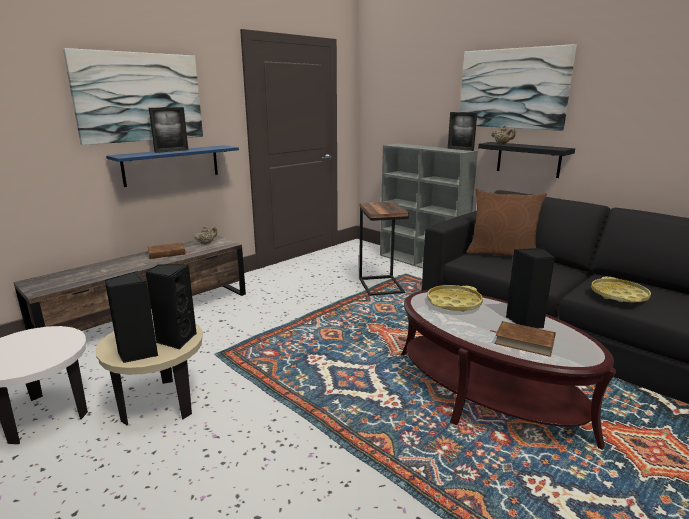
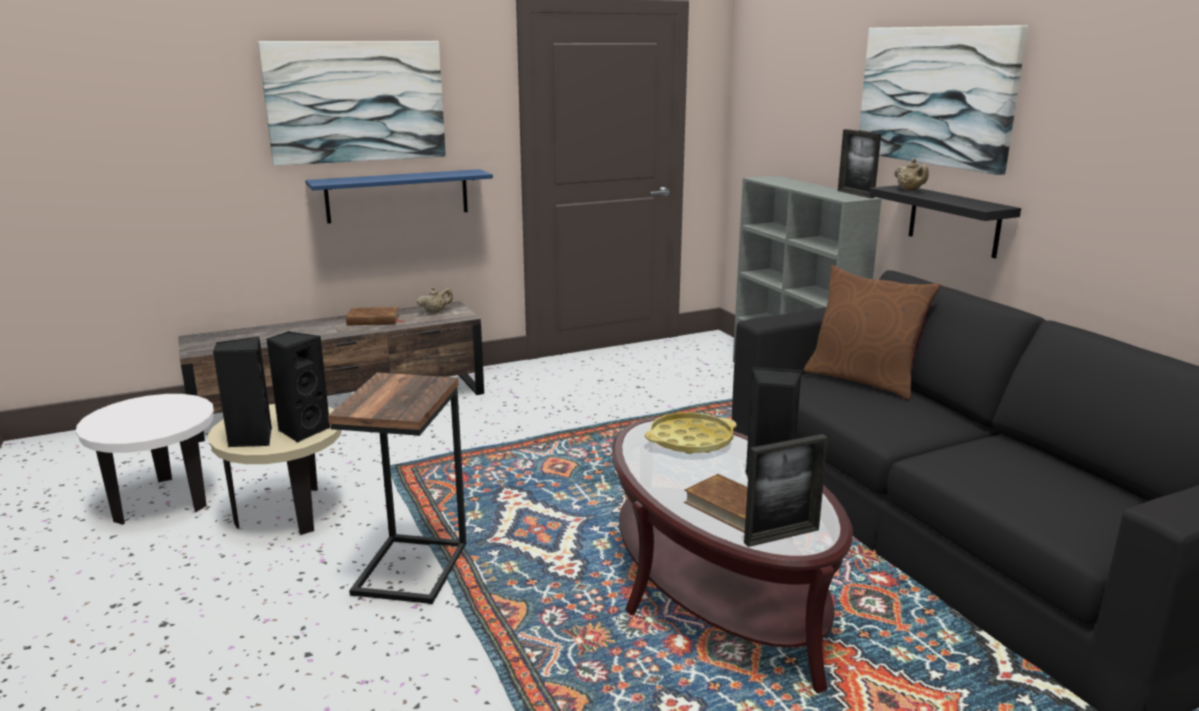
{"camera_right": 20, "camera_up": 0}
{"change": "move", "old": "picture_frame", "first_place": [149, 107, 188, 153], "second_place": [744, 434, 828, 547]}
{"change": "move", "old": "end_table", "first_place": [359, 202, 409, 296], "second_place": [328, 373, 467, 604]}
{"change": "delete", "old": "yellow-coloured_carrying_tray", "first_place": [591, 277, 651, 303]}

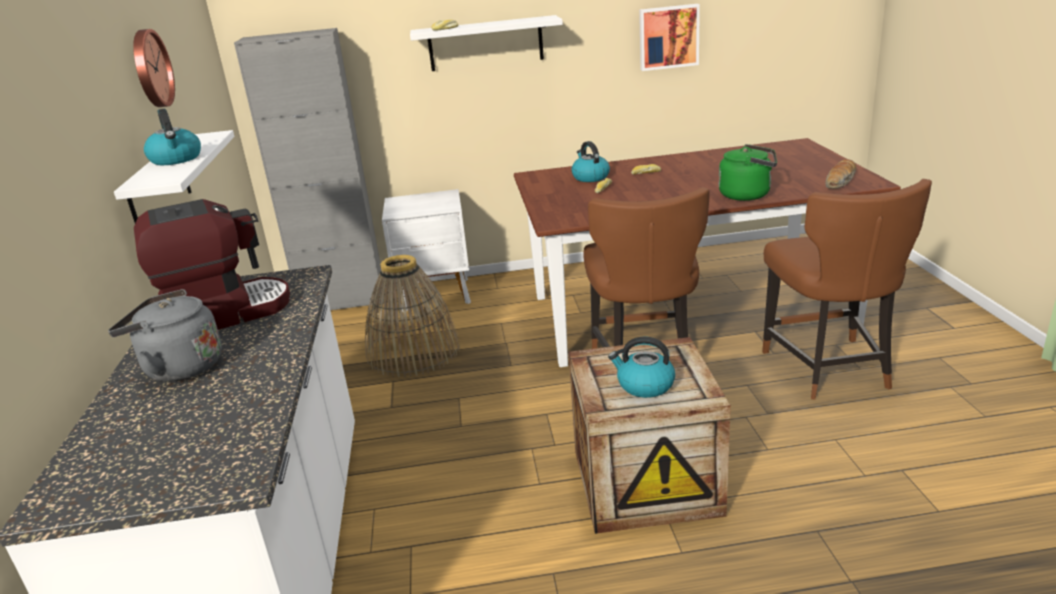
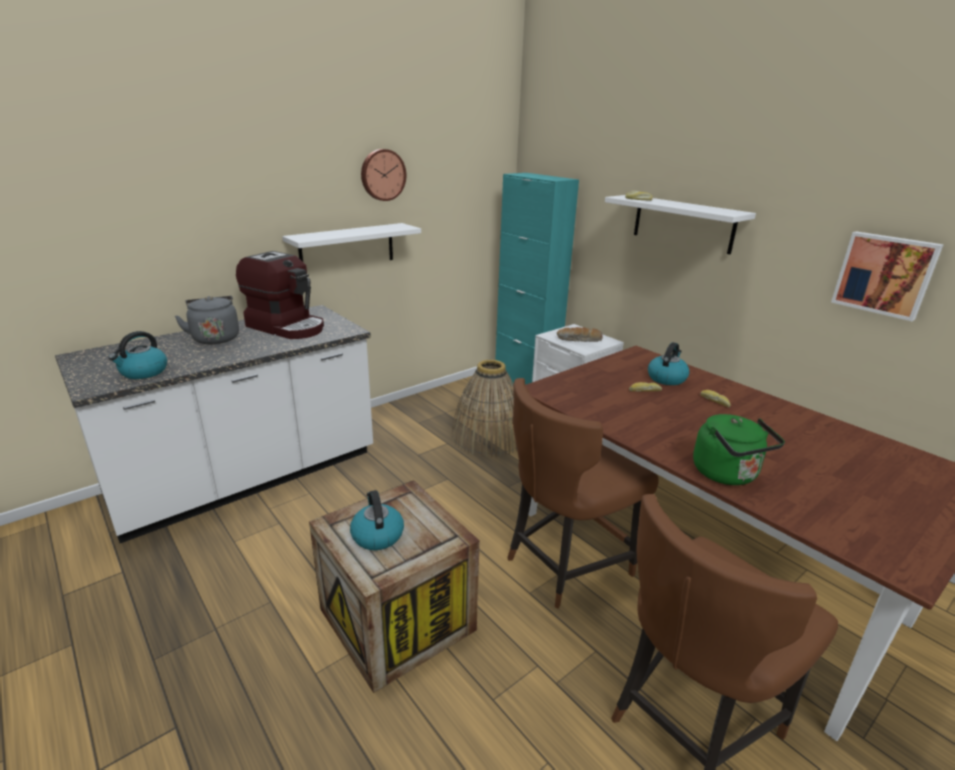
{"camera_right": 55, "camera_up": 0}
{"change": "move", "old": "tea_kettle", "first_place": [144, 109, 201, 165], "second_place": [109, 331, 167, 379]}
{"change": "recolor", "old": "greyish_cabinet", "new": "blue-green_cabinet", "first_place": [234, 28, 385, 310], "second_place": [495, 173, 579, 385]}
{"change": "move", "old": "bakery_bread", "first_place": [825, 159, 856, 189], "second_place": [557, 327, 603, 342]}

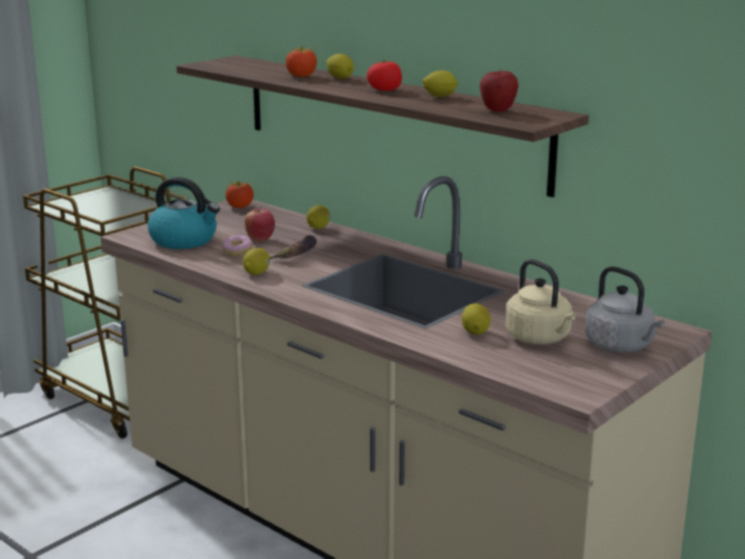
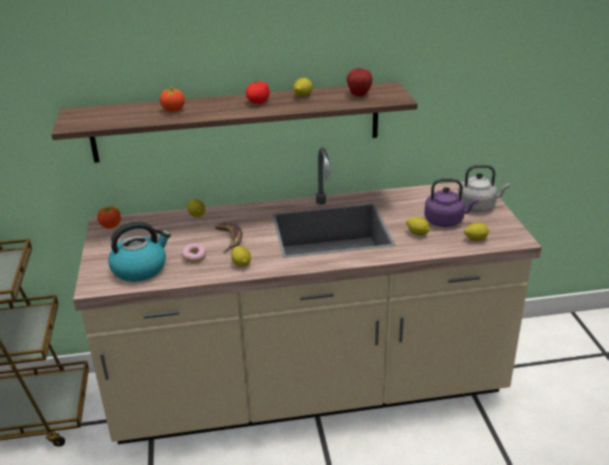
{"camera_right": -50, "camera_up": 10}
{"change": "delete", "old": "whole_apple", "first_place": [245, 209, 275, 242]}
{"change": "move", "old": "citrus_fruit", "first_place": [326, 54, 354, 79], "second_place": [464, 222, 489, 241]}
{"change": "recolor", "old": "sand-coloured_tea_kettle", "new": "purple-coloured_tea_kettle", "first_place": [506, 259, 576, 344], "second_place": [424, 178, 478, 227]}

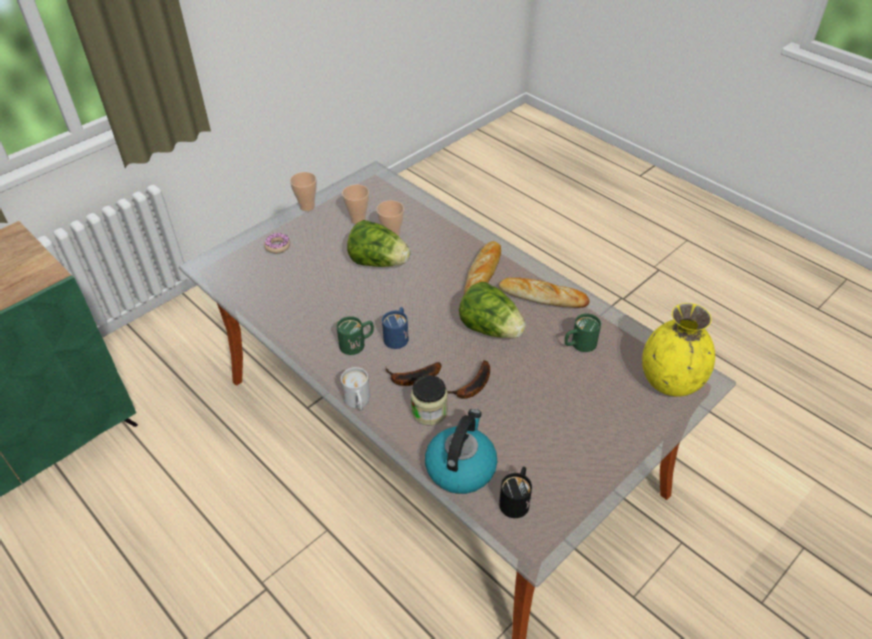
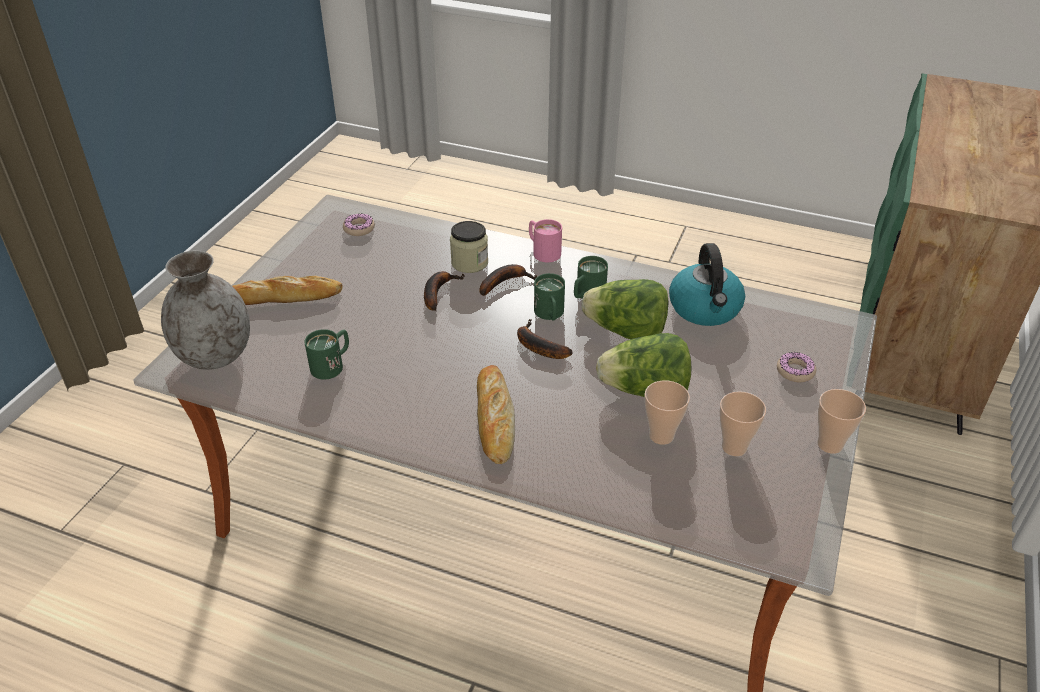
{"camera_right": 155, "camera_up": -5}
{"change": "recolor", "old": "white-coloured_mug", "new": "pinkish_mug", "first_place": [341, 367, 370, 411], "second_place": [529, 219, 562, 262]}
{"change": "recolor", "old": "blue_mug", "new": "green_mug", "first_place": [382, 307, 408, 349], "second_place": [534, 273, 565, 321]}
{"change": "move", "old": "tea_kettle", "first_place": [425, 409, 497, 494], "second_place": [669, 243, 745, 326]}
{"change": "move", "old": "lettuce", "first_place": [459, 282, 526, 339], "second_place": [582, 279, 669, 339]}
{"change": "move", "old": "bakery_bread", "first_place": [499, 278, 590, 308], "second_place": [233, 276, 343, 305]}
{"change": "replace", "old": "black-coloured_mug", "new": "doughnut", "first_place": [499, 467, 532, 518], "second_place": [343, 213, 375, 236]}
{"change": "recolor", "old": "yellow-coloured_flower_vase", "new": "greyish_flower_vase", "first_place": [642, 303, 715, 397], "second_place": [161, 251, 250, 370]}
{"change": "insert", "new": "whole_banana", "second_place": [517, 319, 573, 359]}

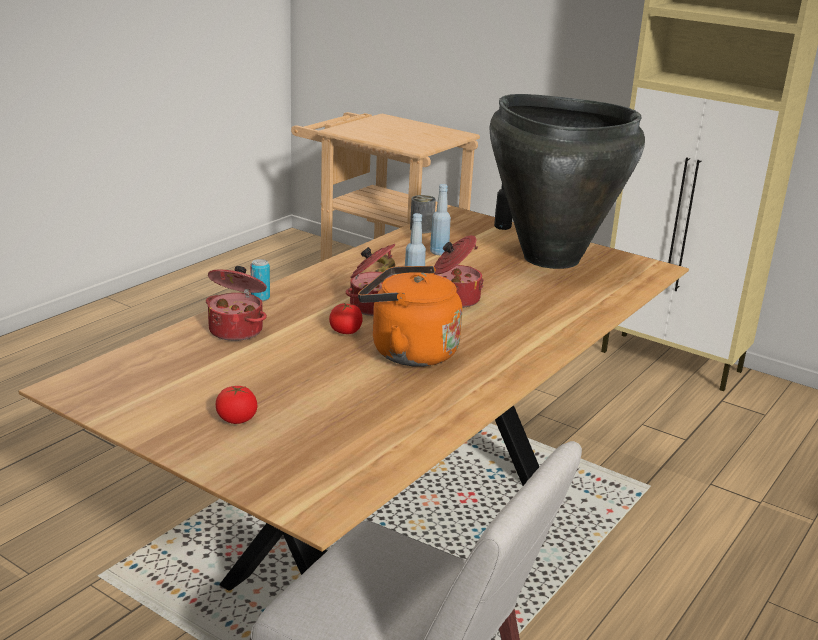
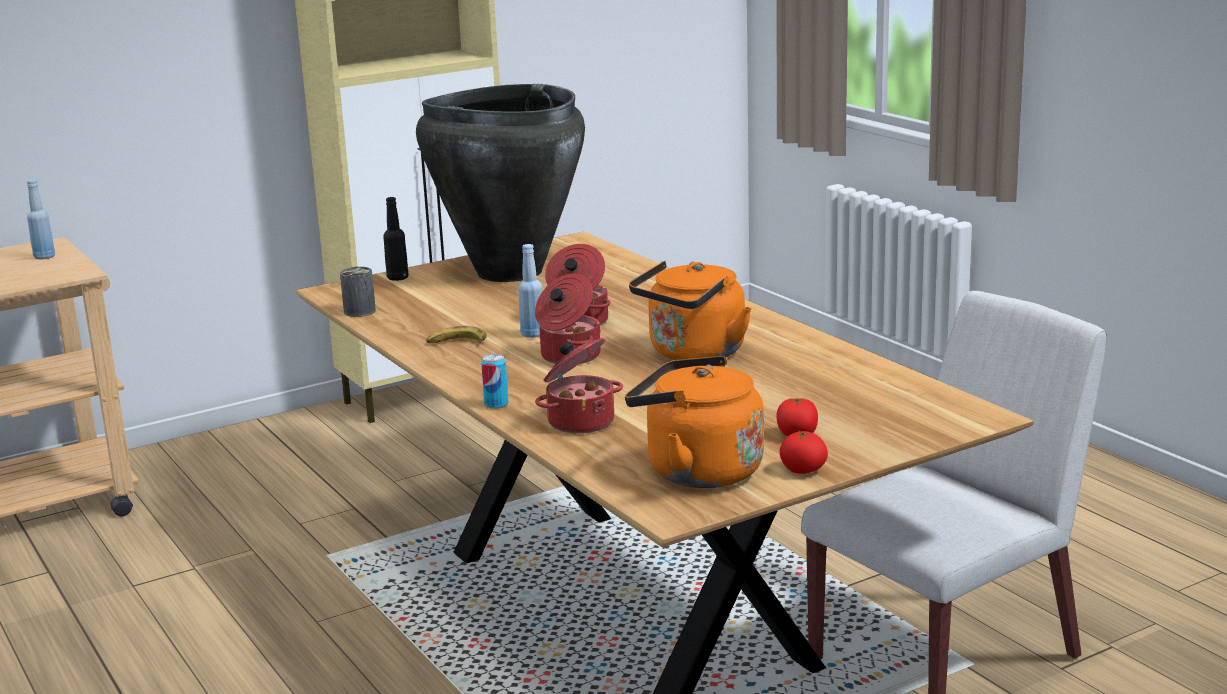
{"camera_right": -65, "camera_up": -5}
{"change": "move", "old": "fresh_tomato", "first_place": [329, 303, 363, 334], "second_place": [779, 430, 828, 474]}
{"change": "move", "old": "blue_beverage_bottle", "first_place": [430, 184, 451, 255], "second_place": [27, 179, 55, 259]}
{"change": "insert", "new": "orangey_tea_kettle", "second_place": [625, 356, 764, 488]}

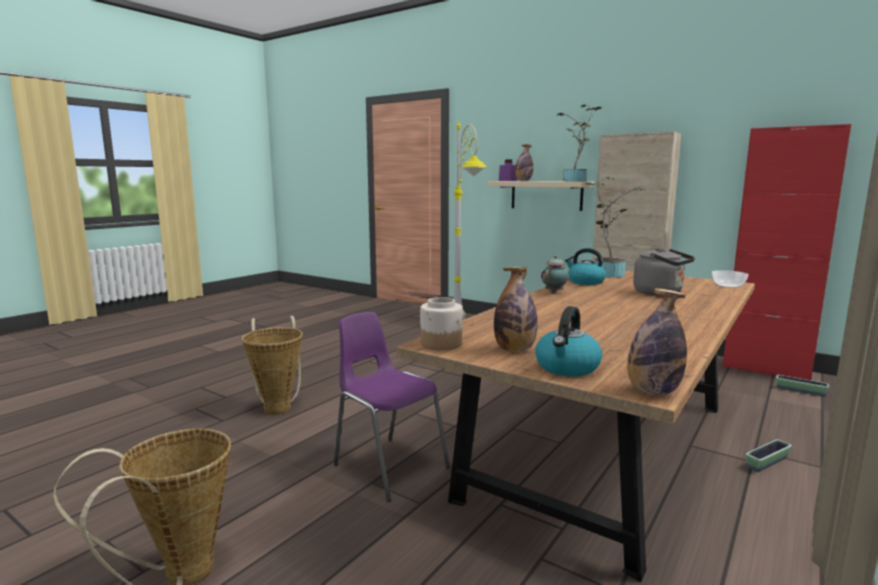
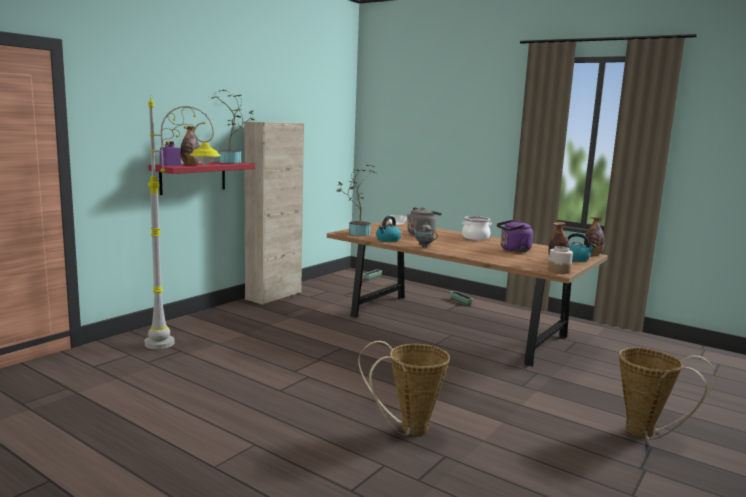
{"camera_right": -90, "camera_up": 0}
{"change": "delete", "old": "purple-coloured_chair", "first_place": [334, 312, 450, 502]}
{"change": "recolor", "old": "sand-coloured_wall_shelf", "new": "red-coloured_wall_shelf", "first_place": [488, 181, 595, 211], "second_place": [149, 162, 255, 195]}
{"change": "delete", "old": "red-coloured_cabinet", "first_place": [722, 124, 851, 380]}
{"change": "insert", "new": "saucepot", "second_place": [462, 216, 492, 240]}
{"change": "insert", "new": "purple-coloured_tea_kettle", "second_place": [497, 220, 533, 252]}

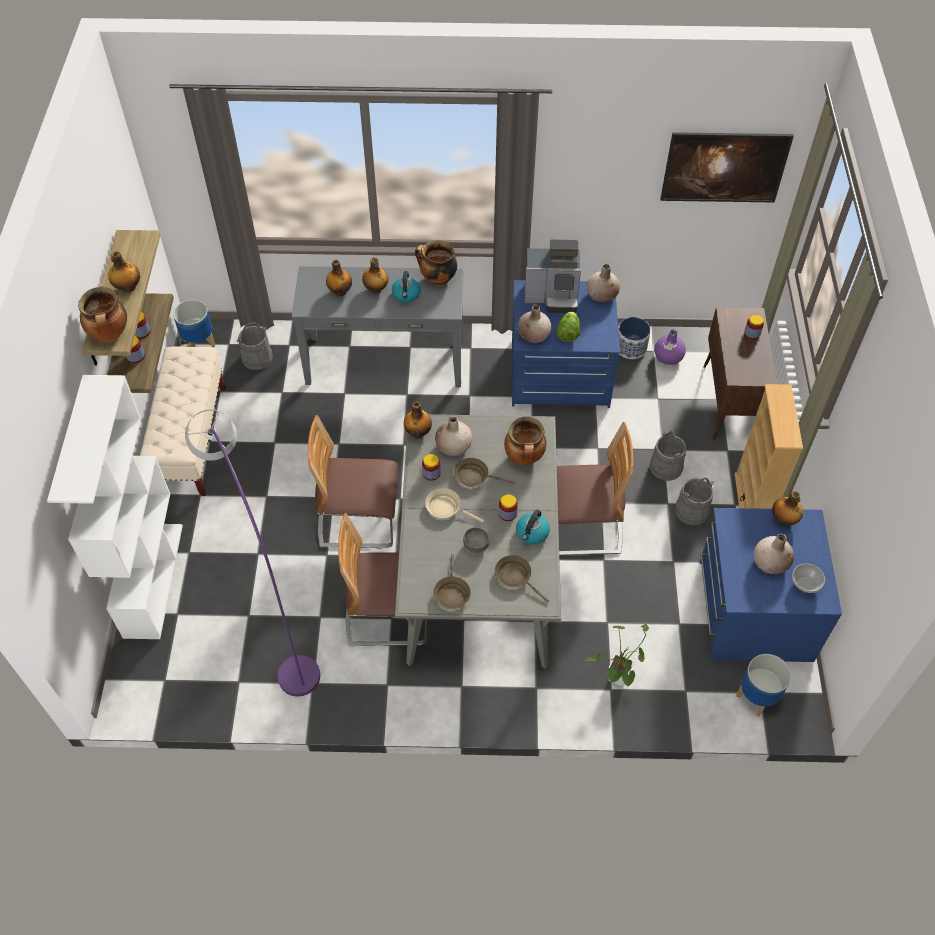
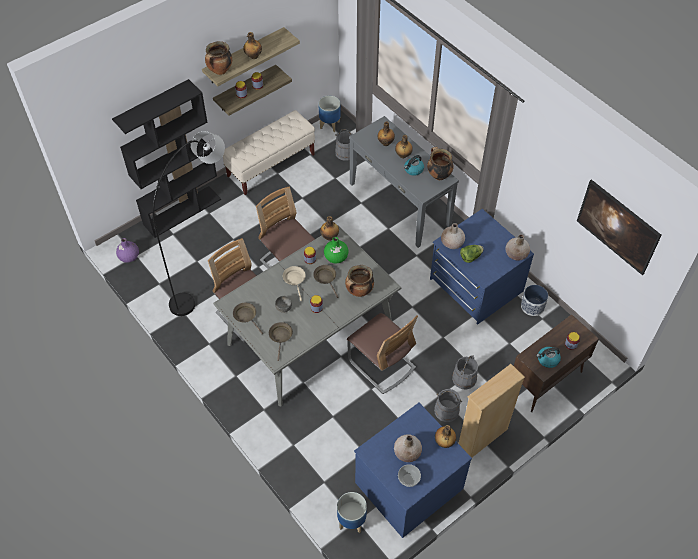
{"camera_right": 50, "camera_up": 0}
{"change": "recolor", "old": "white-coloured_bookshelf", "new": "black-coloured_bookshelf", "first_place": [47, 375, 183, 639], "second_place": [112, 79, 221, 238]}
{"change": "recolor", "old": "purple-coloured_standing_lamp", "new": "black-coloured_standing_lamp", "first_place": [185, 409, 320, 697], "second_place": [152, 131, 225, 316]}
{"change": "rotate", "old": "brown-coloured_pan", "first_place": [433, 554, 471, 609], "second_place": [233, 303, 263, 334], "degrees": 90}
{"change": "recolor", "old": "sand-coloured_flower_vase", "new": "green_flower_vase", "first_place": [435, 416, 472, 456], "second_place": [324, 237, 349, 263]}
{"change": "move", "old": "tea_kettle", "first_place": [516, 510, 550, 545], "second_place": [536, 347, 561, 368]}
{"change": "delete", "old": "coffee_maker", "first_place": [524, 239, 581, 313]}
{"change": "delete", "old": "plant_in_a_pot", "first_place": [584, 624, 649, 687]}
{"change": "move", "old": "purple-coloured_flower_vase", "first_place": [654, 330, 686, 365], "second_place": [116, 238, 139, 263]}

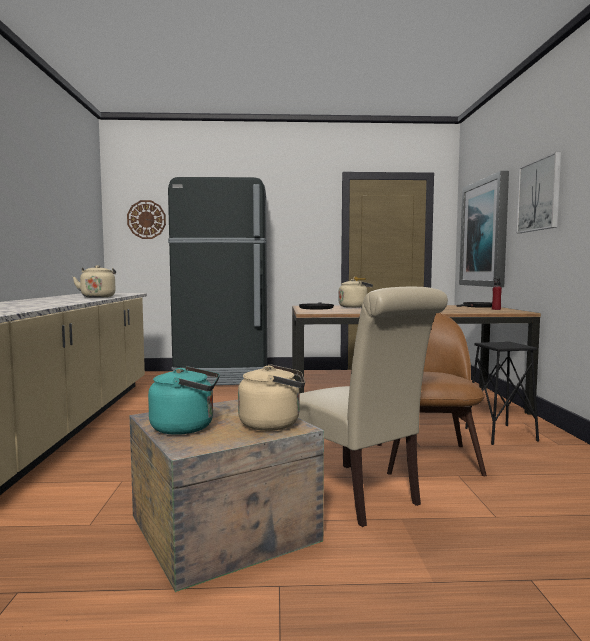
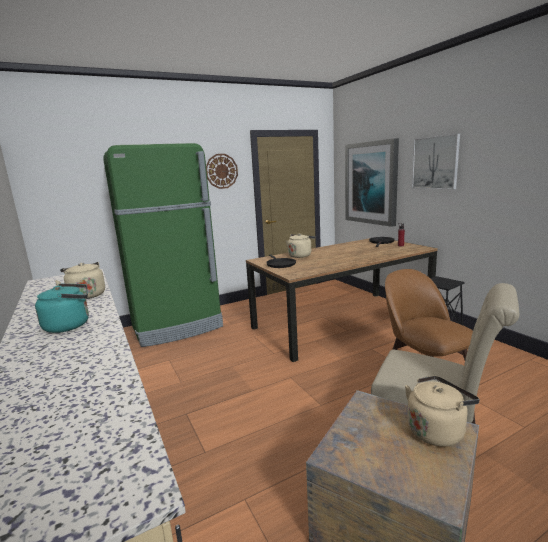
{"camera_right": -25, "camera_up": 10}
{"change": "move", "old": "clock_on_the_wall", "first_place": [127, 200, 166, 239], "second_place": [206, 154, 238, 189]}
{"change": "move", "old": "blue-green_tea_kettle", "first_place": [148, 366, 219, 435], "second_place": [35, 284, 89, 333]}
{"change": "recolor", "old": "black-coloured_fridge", "new": "green_fridge", "first_place": [168, 177, 267, 385], "second_place": [103, 143, 223, 347]}

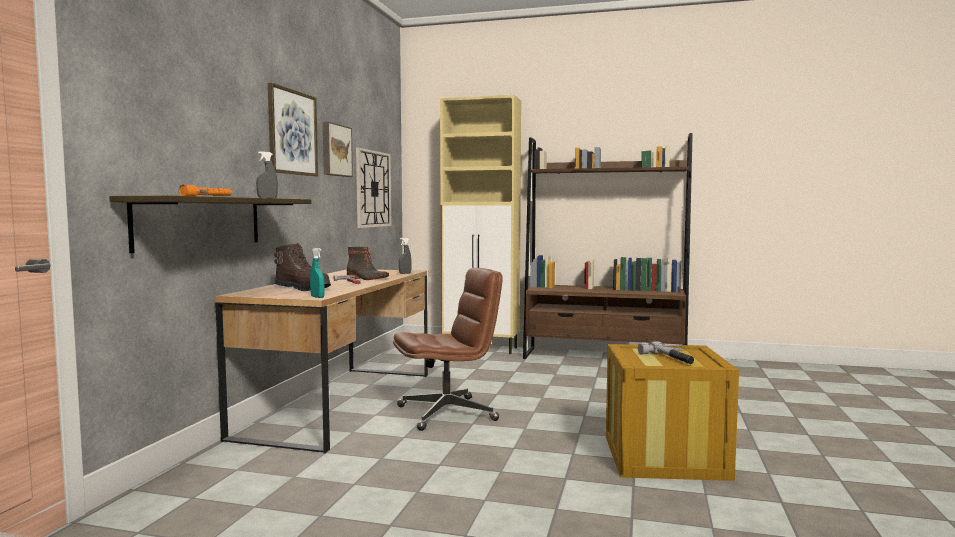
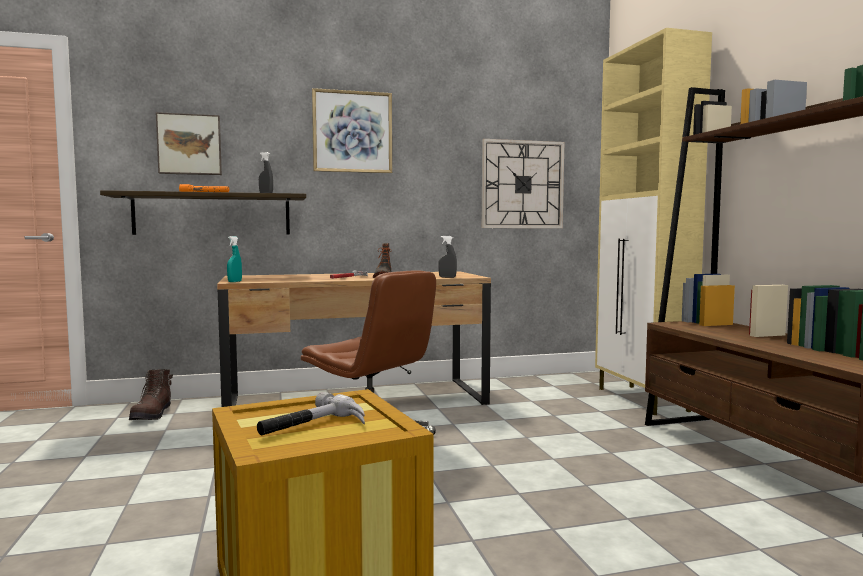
{"camera_right": 60, "camera_up": 0}
{"change": "move", "old": "brown-coloured_tall_boot", "first_place": [274, 243, 331, 291], "second_place": [128, 369, 173, 420]}
{"change": "move", "old": "wall_art", "first_place": [323, 122, 353, 177], "second_place": [156, 112, 222, 175]}

